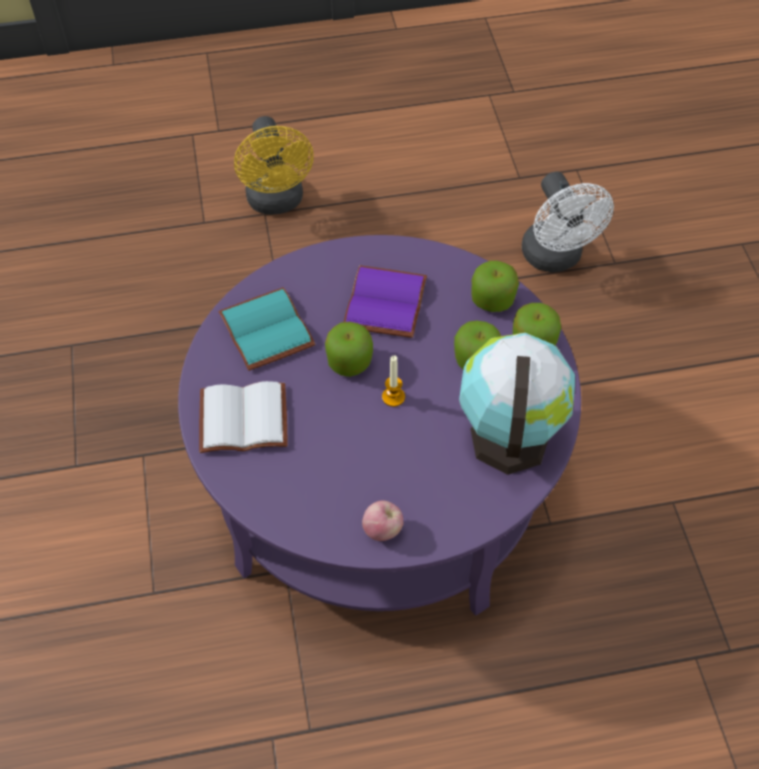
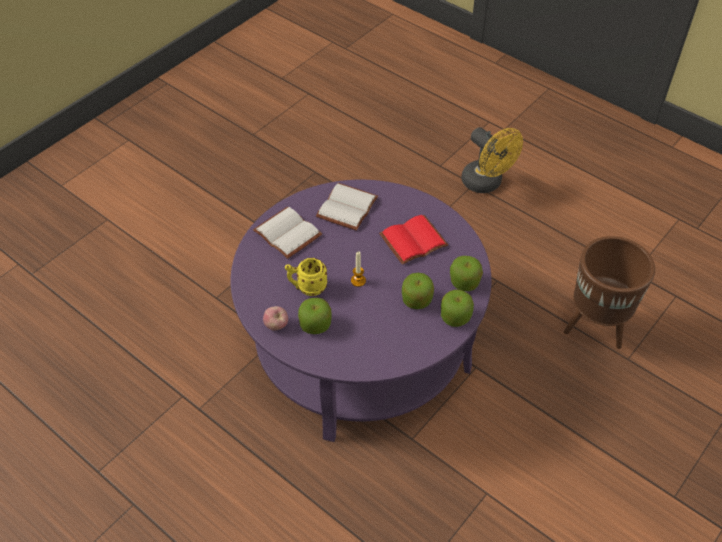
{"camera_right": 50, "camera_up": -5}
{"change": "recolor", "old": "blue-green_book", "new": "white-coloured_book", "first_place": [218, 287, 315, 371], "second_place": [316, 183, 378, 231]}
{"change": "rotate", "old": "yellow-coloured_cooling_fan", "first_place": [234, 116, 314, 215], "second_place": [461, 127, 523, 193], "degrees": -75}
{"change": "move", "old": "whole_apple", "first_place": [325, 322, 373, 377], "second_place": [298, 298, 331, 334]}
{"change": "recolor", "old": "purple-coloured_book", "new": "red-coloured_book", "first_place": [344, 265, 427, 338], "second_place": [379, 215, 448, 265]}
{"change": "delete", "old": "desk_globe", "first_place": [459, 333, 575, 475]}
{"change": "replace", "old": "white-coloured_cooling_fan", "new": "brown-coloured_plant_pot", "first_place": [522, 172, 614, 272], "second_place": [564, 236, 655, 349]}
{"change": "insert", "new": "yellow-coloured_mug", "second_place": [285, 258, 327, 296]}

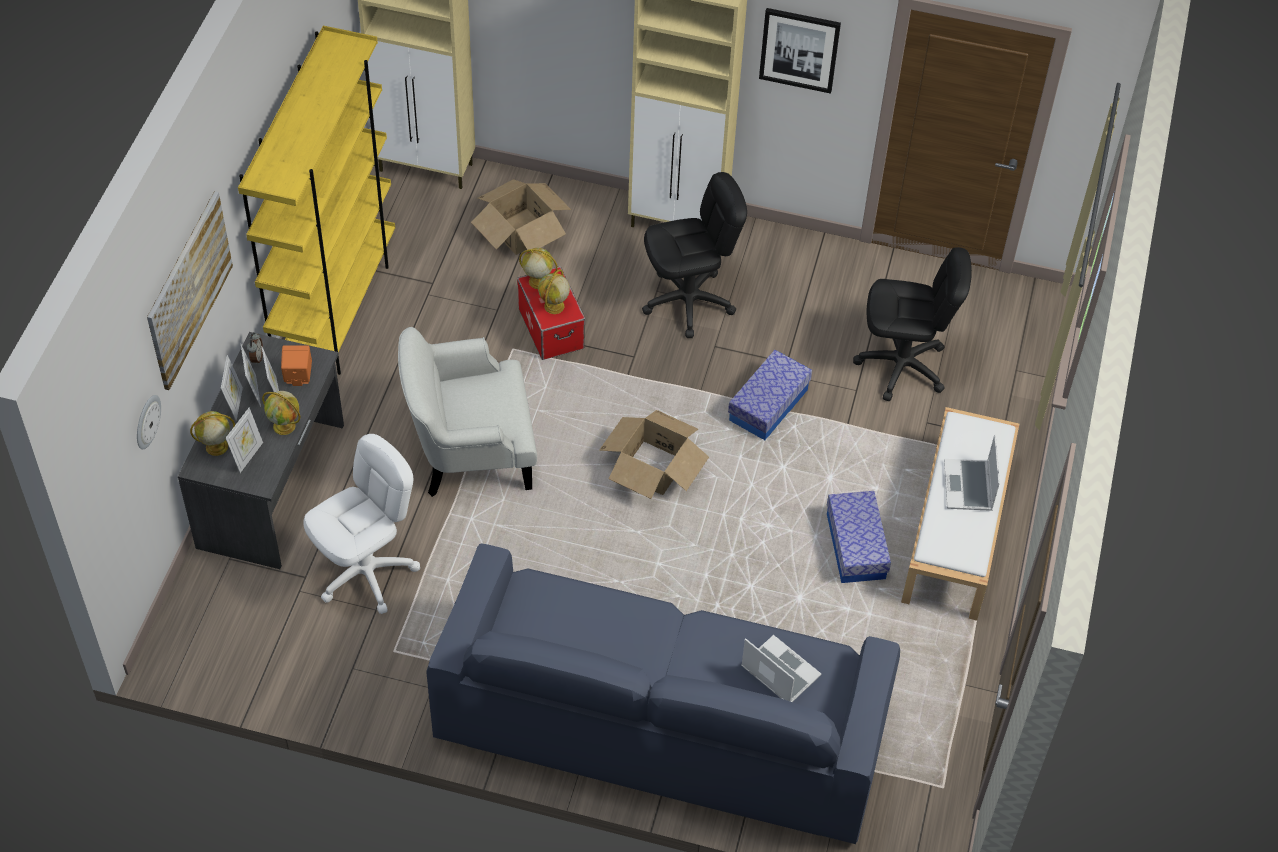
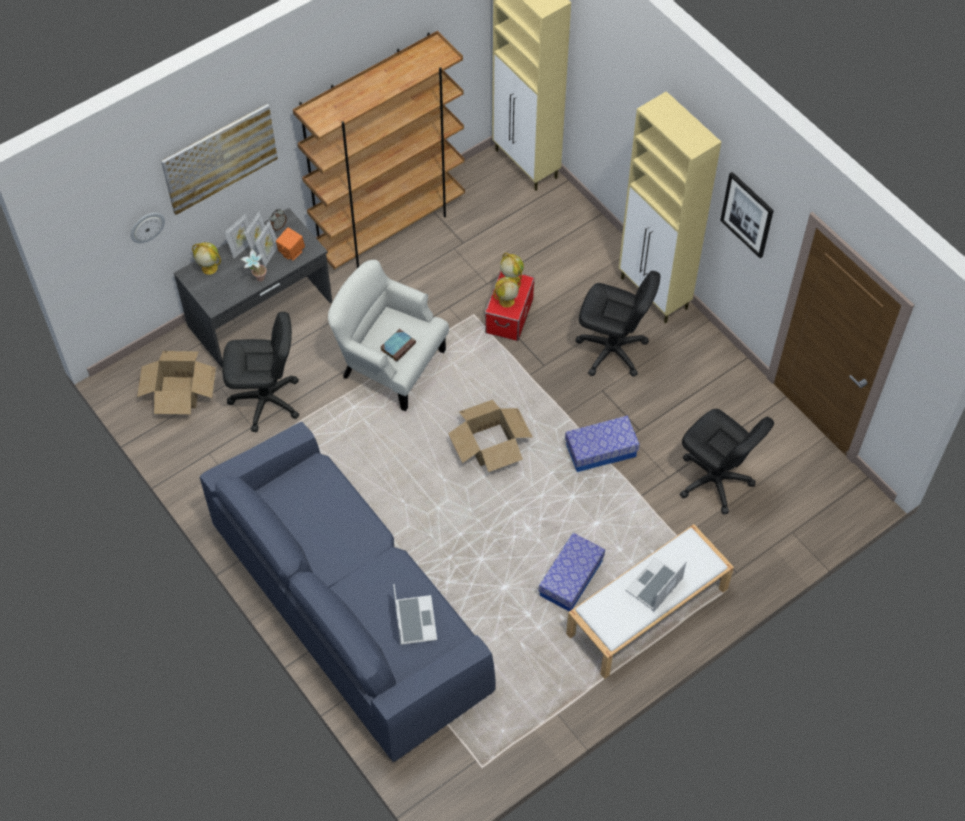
{"camera_right": 40, "camera_up": 5}
{"change": "delete", "old": "picture_frame", "first_place": [226, 408, 263, 473]}
{"change": "recolor", "old": "yellow-coloured_bookshelf", "new": "brown-coloured_bookshelf", "first_place": [238, 26, 395, 375], "second_place": [293, 31, 465, 269]}
{"change": "replace", "old": "desk_globe", "new": "plant_in_a_pot", "first_place": [262, 391, 300, 435], "second_place": [240, 248, 266, 282]}
{"change": "recolor", "old": "white-coloured_office_chair", "new": "black-coloured_office_chair", "first_place": [303, 434, 420, 614], "second_place": [222, 312, 299, 432]}
{"change": "move", "old": "cardboard_box", "first_place": [471, 179, 571, 255], "second_place": [137, 351, 216, 414]}
{"change": "insert", "new": "book", "second_place": [381, 329, 416, 362]}

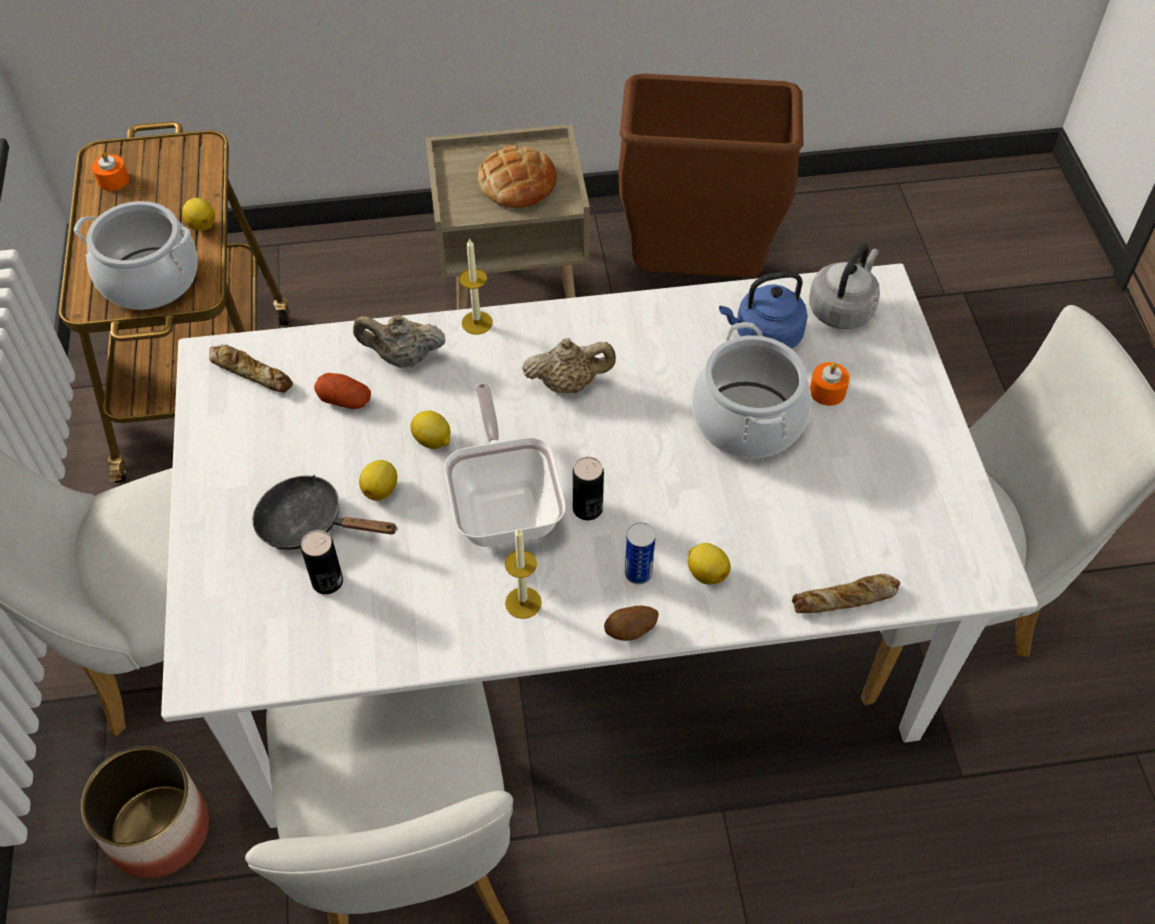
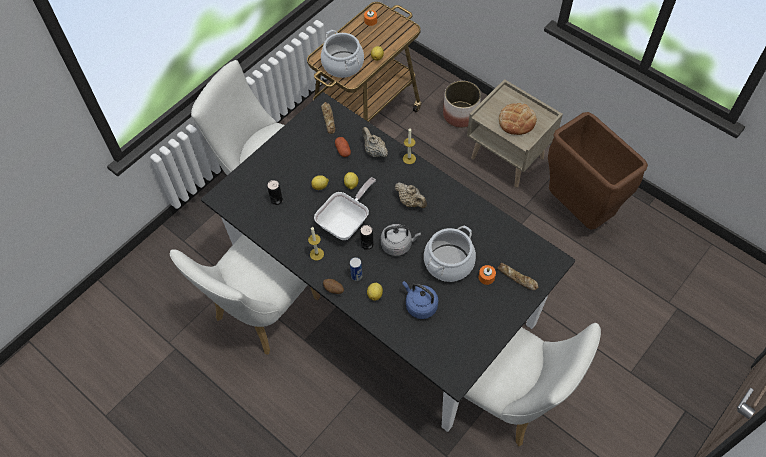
{"camera_right": 50, "camera_up": 5}
{"change": "move", "old": "plant_pot", "first_place": [81, 746, 209, 879], "second_place": [443, 81, 481, 128]}
{"change": "recolor", "old": "white-coloured_dinner_table", "new": "black-coloured_dinner_table", "first_place": [161, 263, 1038, 828], "second_place": [201, 92, 575, 432]}
{"change": "delete", "old": "black-coloured_pan", "first_place": [253, 475, 398, 550]}
{"change": "move", "old": "blue_tea_kettle", "first_place": [719, 271, 808, 349], "second_place": [402, 281, 438, 319]}
{"change": "move", "old": "bakery_bread", "first_place": [792, 574, 900, 614], "second_place": [498, 263, 538, 290]}
{"change": "move", "old": "greyish_tea_kettle", "first_place": [809, 244, 880, 329], "second_place": [381, 224, 421, 256]}

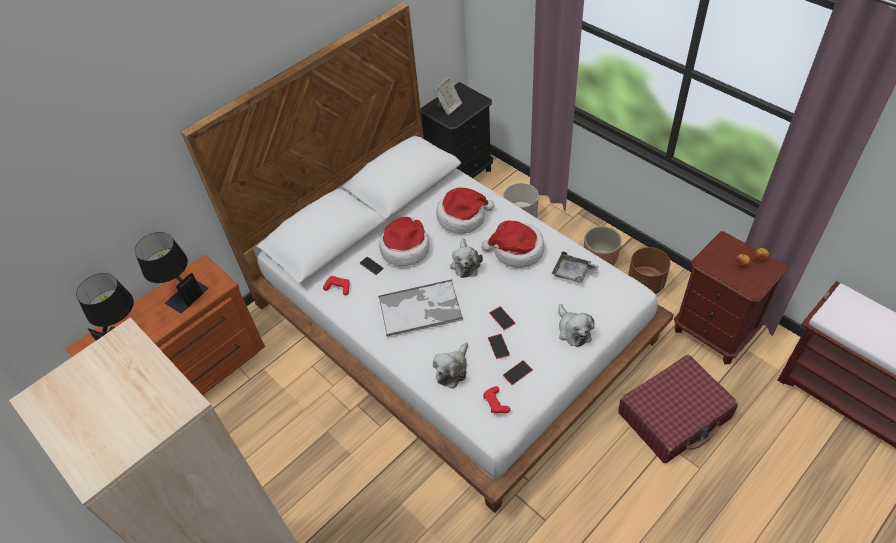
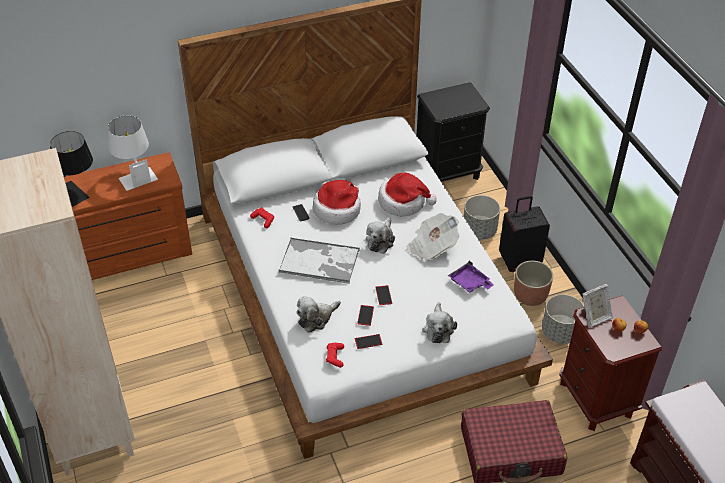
{"camera_right": 20, "camera_up": -5}
{"change": "recolor", "old": "black-coloured_lamp_for_a_table", "new": "white-coloured_lamp_for_a_table", "first_place": [135, 232, 209, 314], "second_place": [108, 116, 158, 191]}
{"change": "move", "old": "picture_frame", "first_place": [433, 77, 462, 115], "second_place": [581, 284, 613, 327]}
{"change": "replace", "old": "hat", "new": "printed_paper", "first_place": [481, 220, 544, 268], "second_place": [407, 213, 459, 262]}
{"change": "recolor", "old": "greyish_carrying_tray", "new": "purple-coloured_carrying_tray", "first_place": [552, 251, 599, 283], "second_place": [448, 261, 494, 293]}
{"change": "recolor", "old": "brown-coloured_plant_pot", "new": "greyish_plant_pot", "first_place": [628, 247, 670, 294], "second_place": [542, 294, 584, 344]}
{"change": "insert", "new": "black-coloured_suitcase", "second_place": [499, 196, 550, 272]}

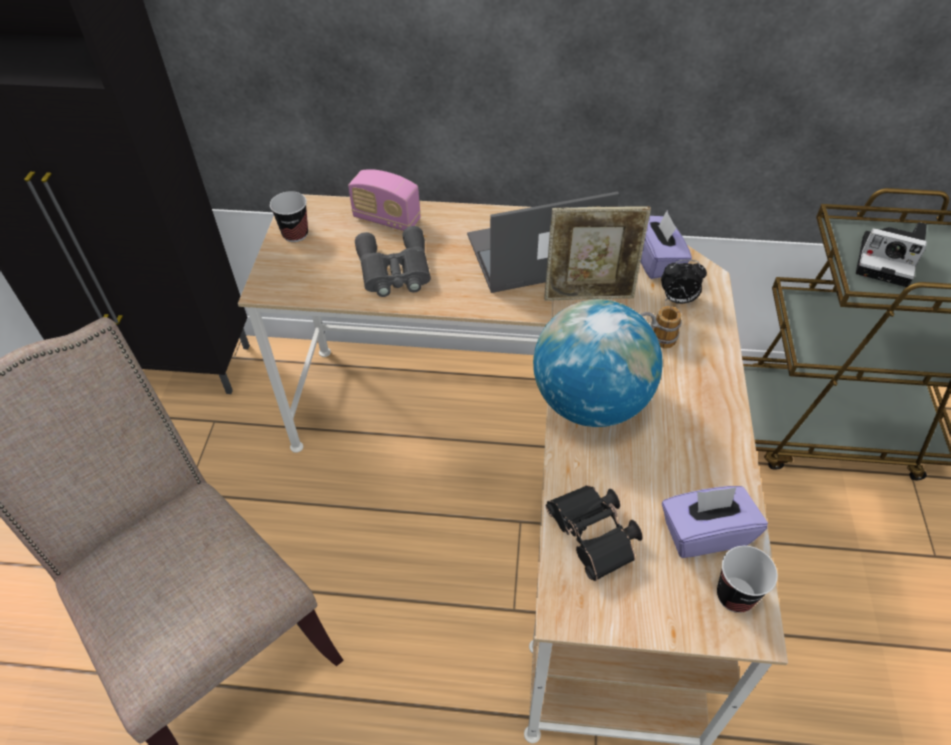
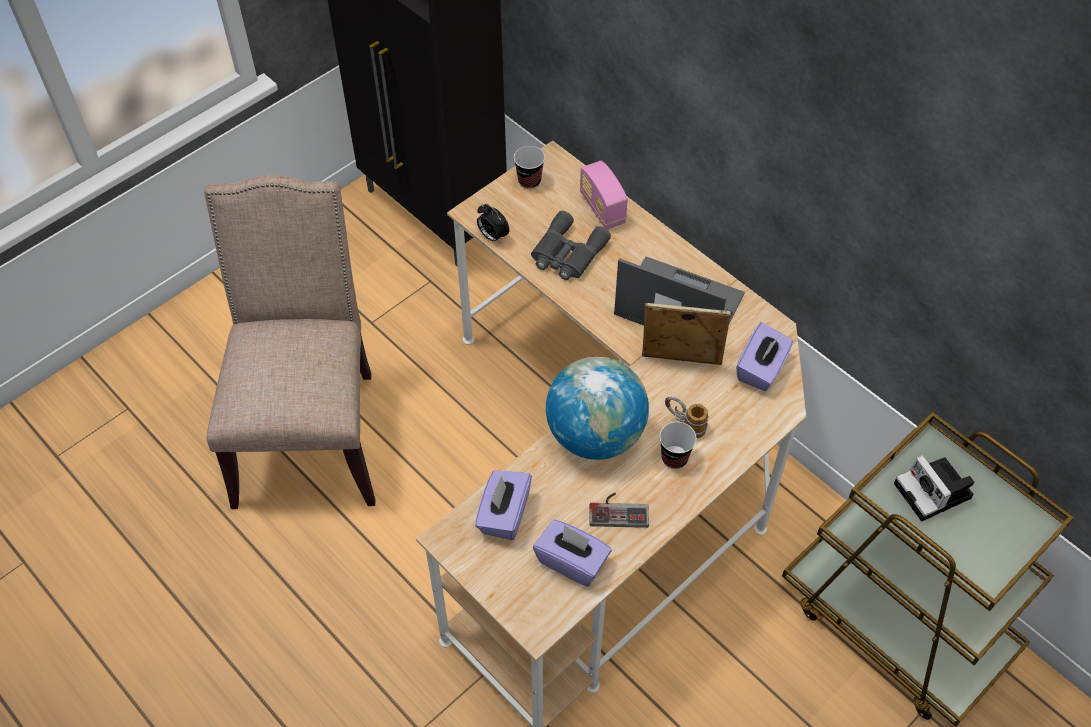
{"camera_right": 40, "camera_up": 5}
{"change": "rotate", "old": "picture_frame", "first_place": [544, 206, 651, 301], "second_place": [642, 303, 731, 365], "degrees": 150}
{"change": "replace", "old": "black-coloured_binoculars", "new": "purple-coloured_tissue_holder", "first_place": [546, 485, 643, 581], "second_place": [475, 470, 532, 540]}
{"change": "move", "old": "bedside_clock", "first_place": [661, 260, 707, 304], "second_place": [477, 204, 509, 243]}
{"change": "move", "old": "cup", "first_place": [717, 546, 778, 613], "second_place": [660, 422, 697, 469]}
{"change": "insert", "new": "game_controller", "second_place": [589, 493, 649, 528]}

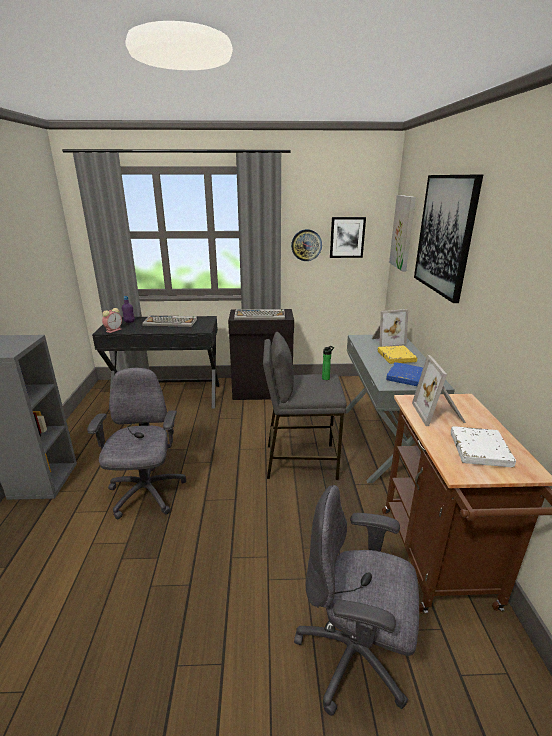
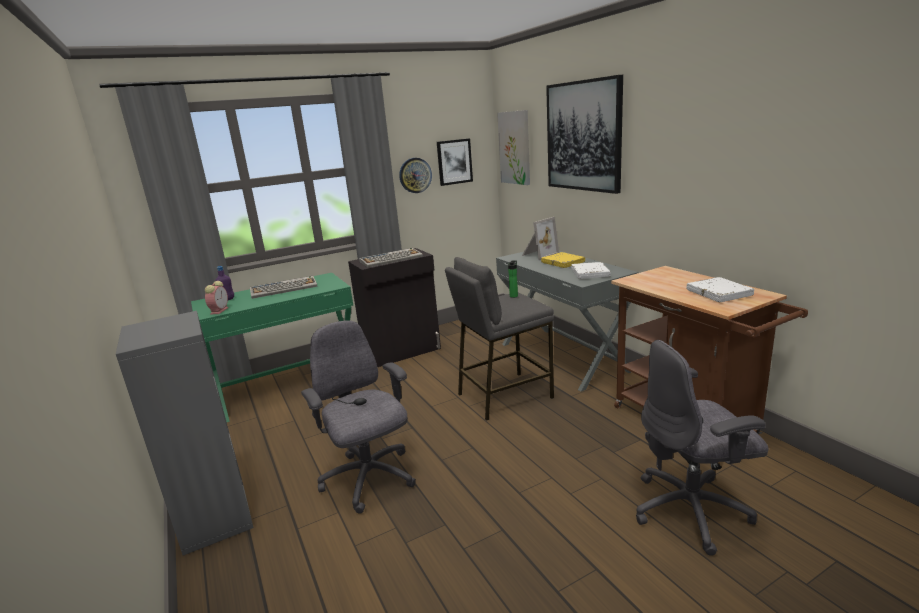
{"camera_right": -25, "camera_up": -5}
{"change": "recolor", "old": "black-coloured_desk_unit", "new": "green_desk_unit", "first_place": [92, 316, 220, 410], "second_place": [191, 273, 353, 422]}
{"change": "recolor", "old": "blue_book", "new": "white-coloured_book", "first_place": [386, 362, 423, 386], "second_place": [571, 262, 611, 279]}
{"change": "delete", "old": "picture_frame", "first_place": [412, 355, 466, 426]}

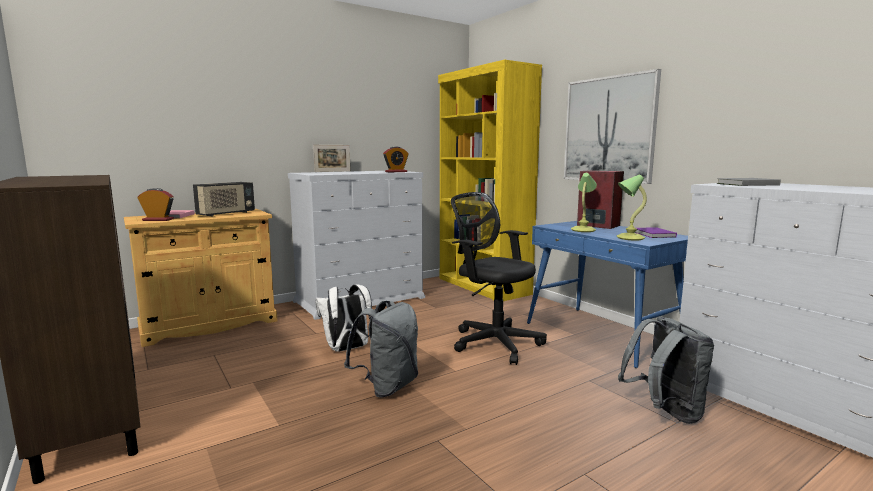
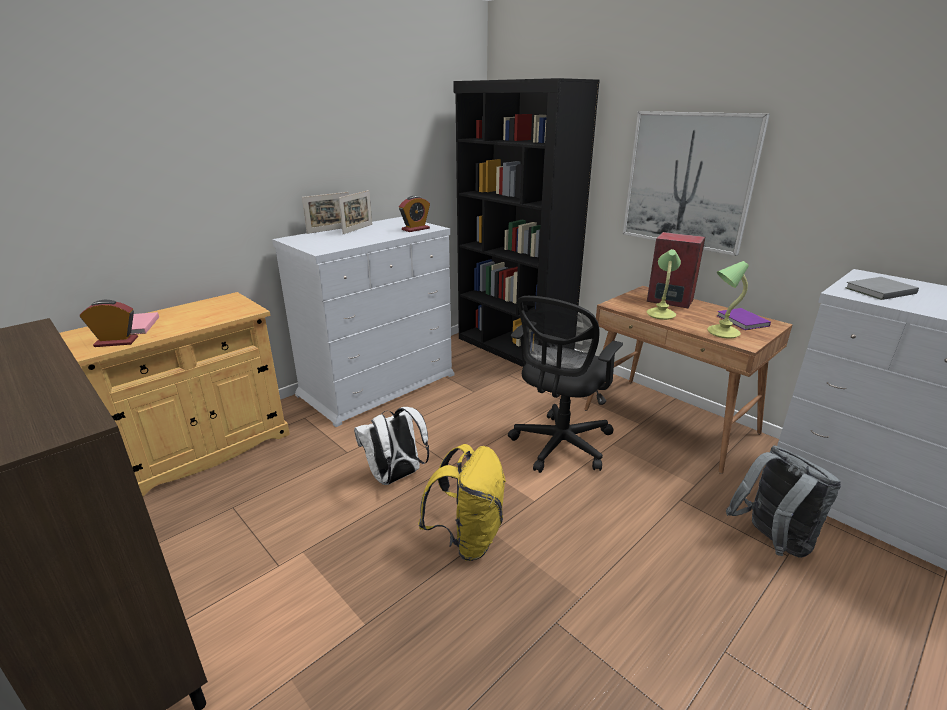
{"camera_right": -10, "camera_up": 15}
{"change": "delete", "old": "radio", "first_place": [193, 182, 255, 217]}
{"change": "recolor", "old": "greyish_knapsack", "new": "yellow-coloured_knapsack", "first_place": [344, 301, 418, 398], "second_place": [418, 444, 506, 561]}
{"change": "recolor", "old": "yellow-coloured_bookshelf", "new": "black-coloured_bookshelf", "first_place": [438, 60, 542, 301], "second_place": [453, 78, 600, 367]}
{"change": "rotate", "old": "black-coloured_office_chair", "first_place": [451, 192, 547, 365], "second_place": [508, 296, 623, 473], "degrees": -90}
{"change": "recolor", "old": "blue_desk_unit", "new": "brown-coloured_desk_unit", "first_place": [527, 221, 688, 368], "second_place": [584, 286, 793, 474]}
{"change": "insert", "new": "picture_frame", "second_place": [339, 190, 372, 234]}

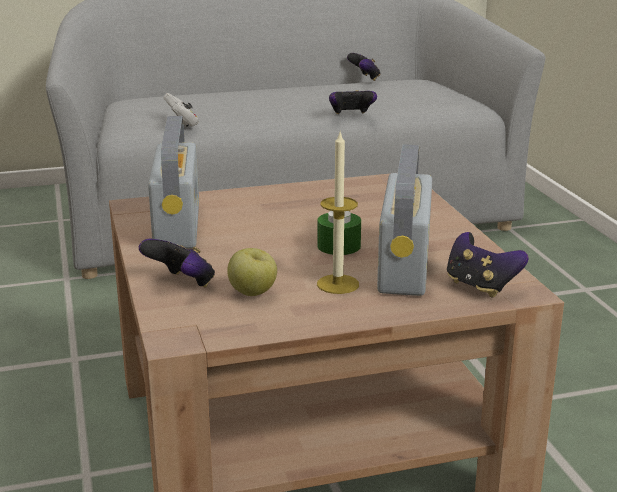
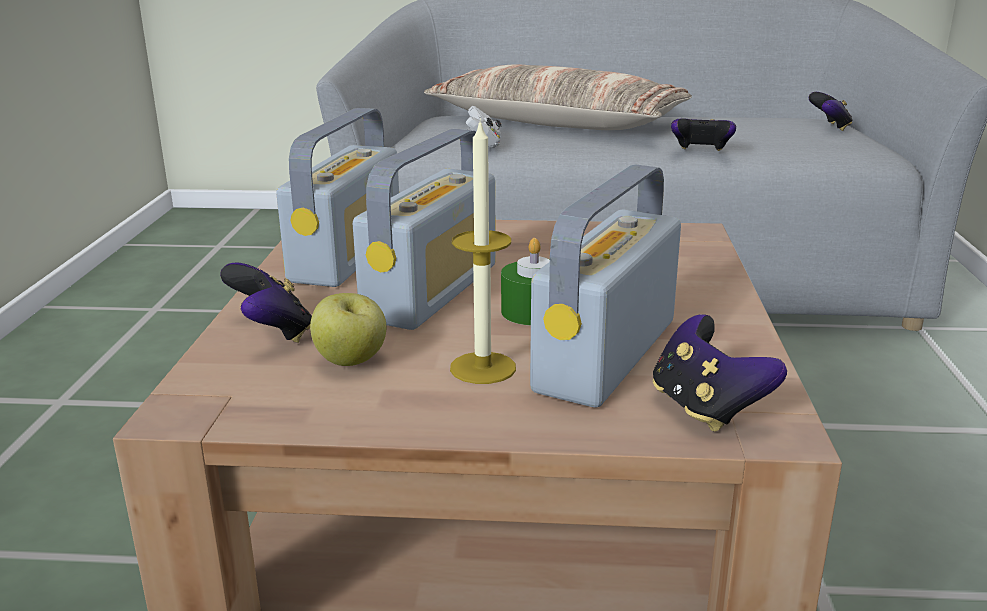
{"camera_right": 20, "camera_up": 0}
{"change": "move", "old": "game_controller", "first_place": [347, 53, 381, 81], "second_place": [809, 92, 853, 131]}
{"change": "insert", "new": "radio", "second_place": [353, 129, 496, 330]}
{"change": "insert", "new": "pillow", "second_place": [424, 65, 692, 130]}

